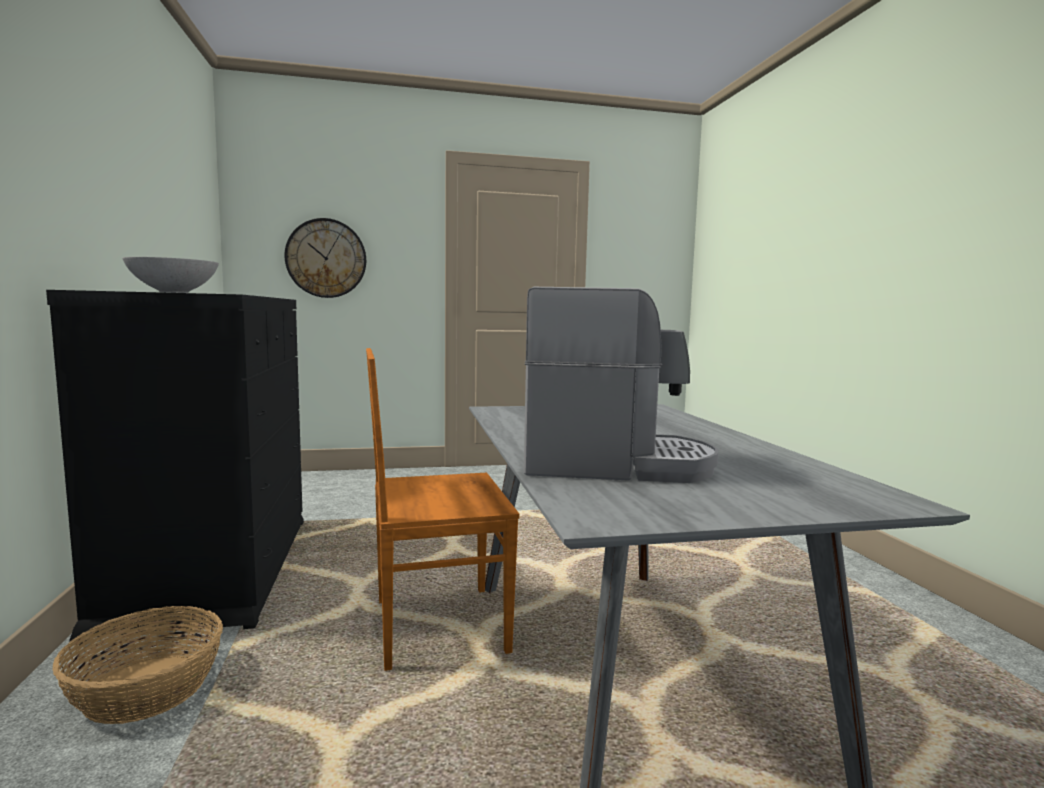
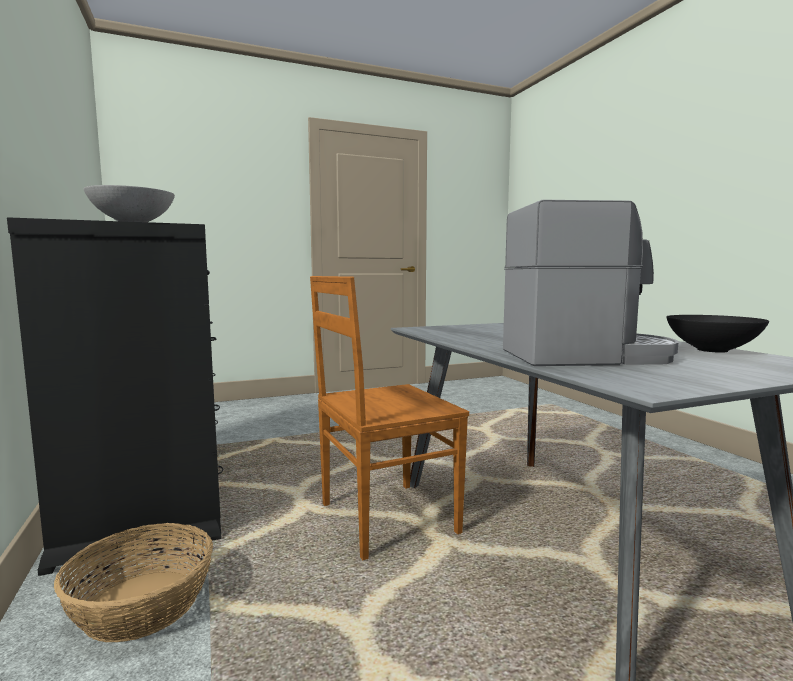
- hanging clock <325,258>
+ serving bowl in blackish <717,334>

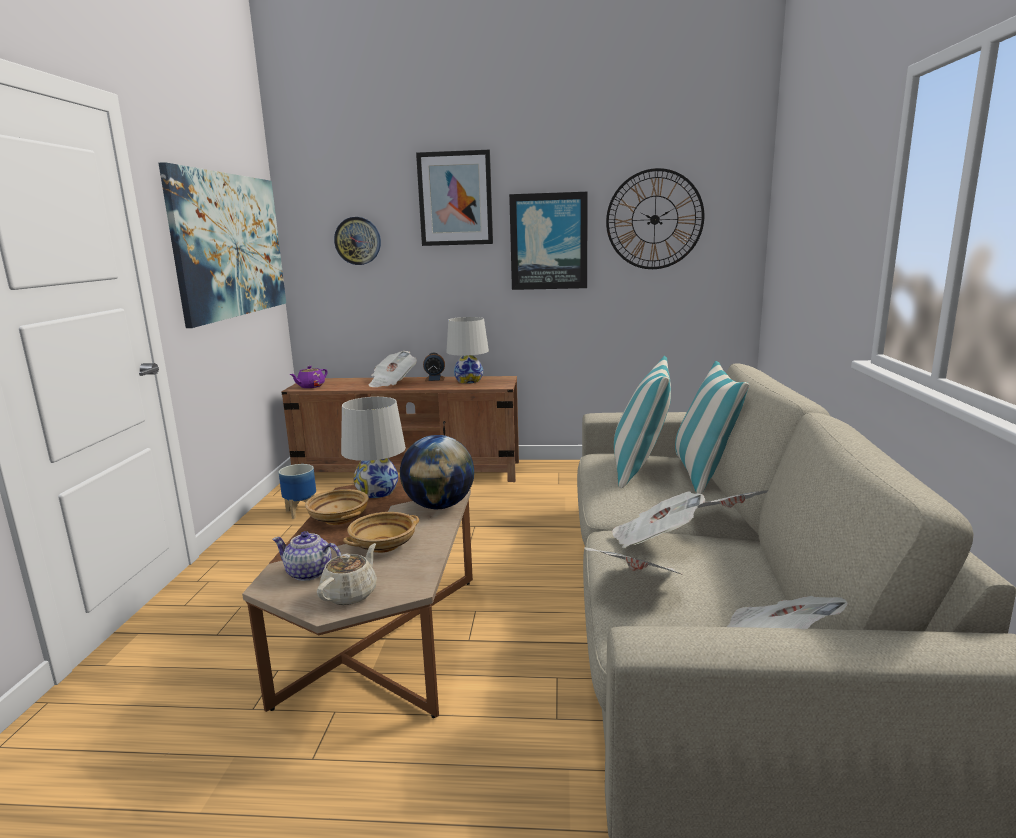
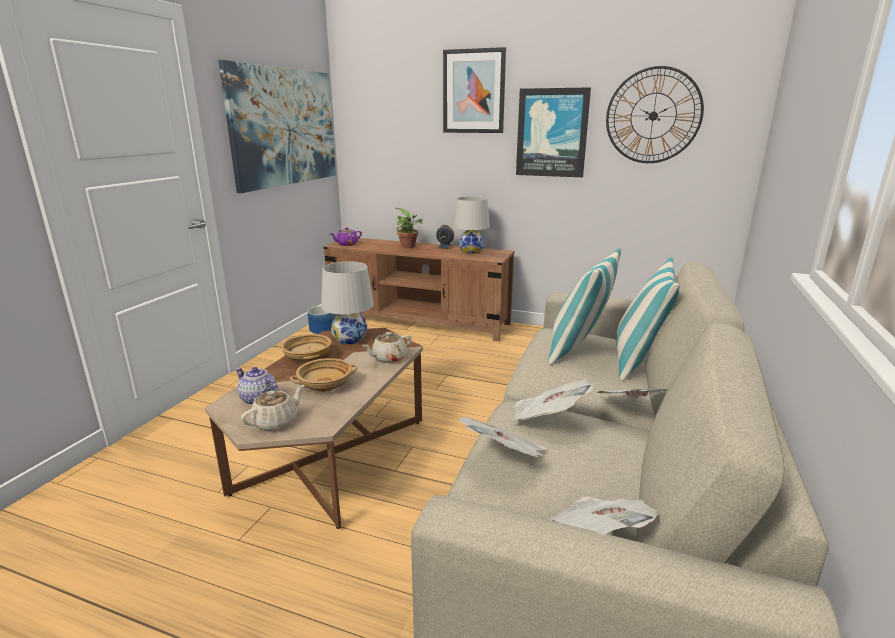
- hanging clock <357,241>
~ newspaper <393,369> to houseplant <409,228>
~ world globe <437,472> to teapot in sand-coloured <387,347>

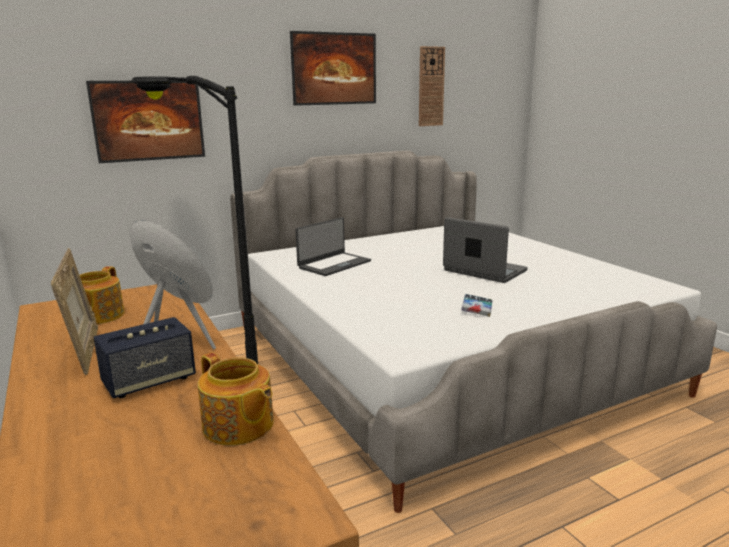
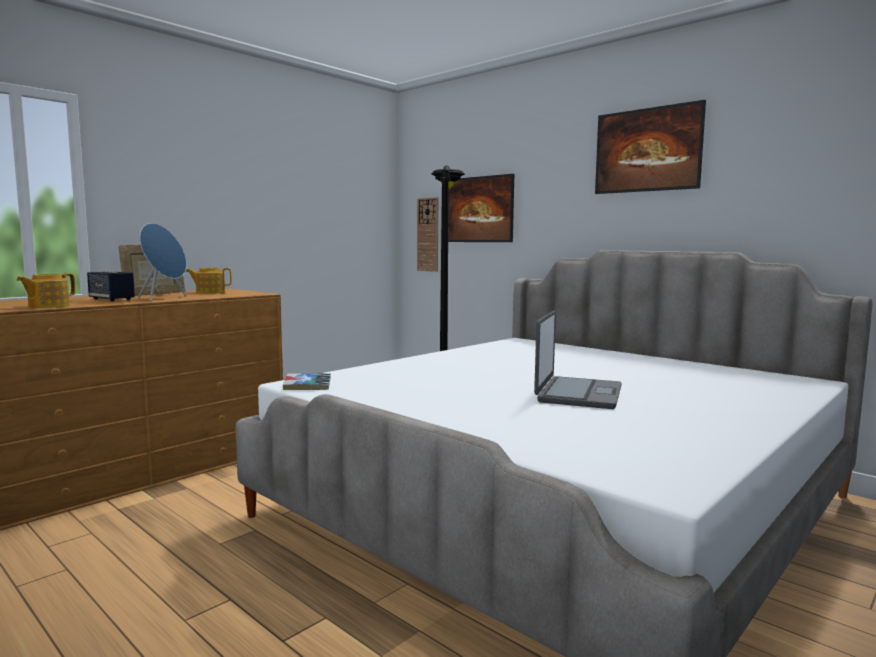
- laptop <333,246>
~ hanging clock <432,86> to <427,234>
~ book <477,305> to <307,381>

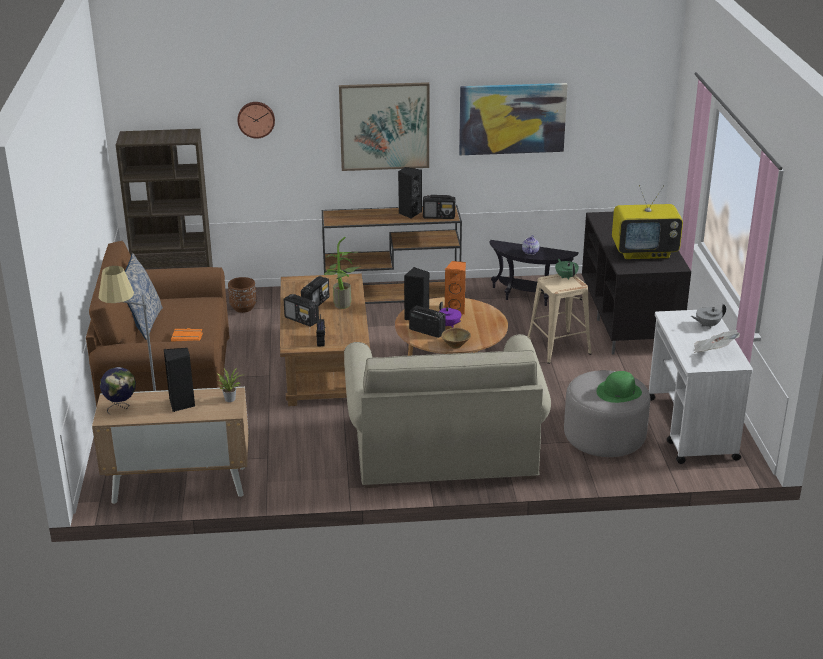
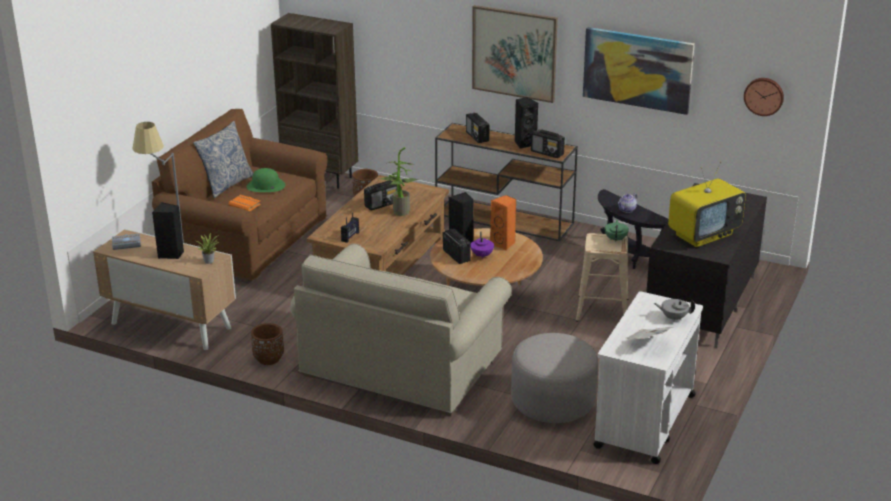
- serving bowl in brown <456,338>
+ plant pot in brown <267,344>
~ hanging clock <256,120> to <764,97>
~ radio <301,310> to <477,127>
~ clothing hat in greenish <619,387> to <266,180>
~ world globe <118,390> to book in grey <126,241>
~ TV set <647,222> = <707,204> 60 degrees counterclockwise

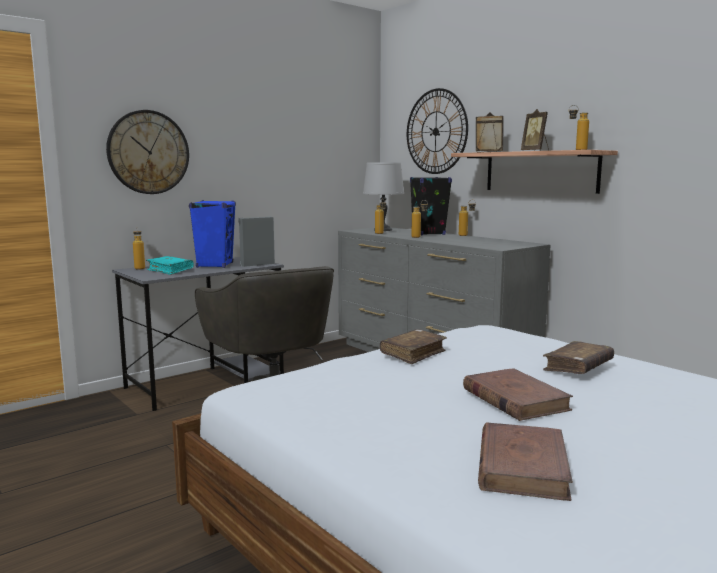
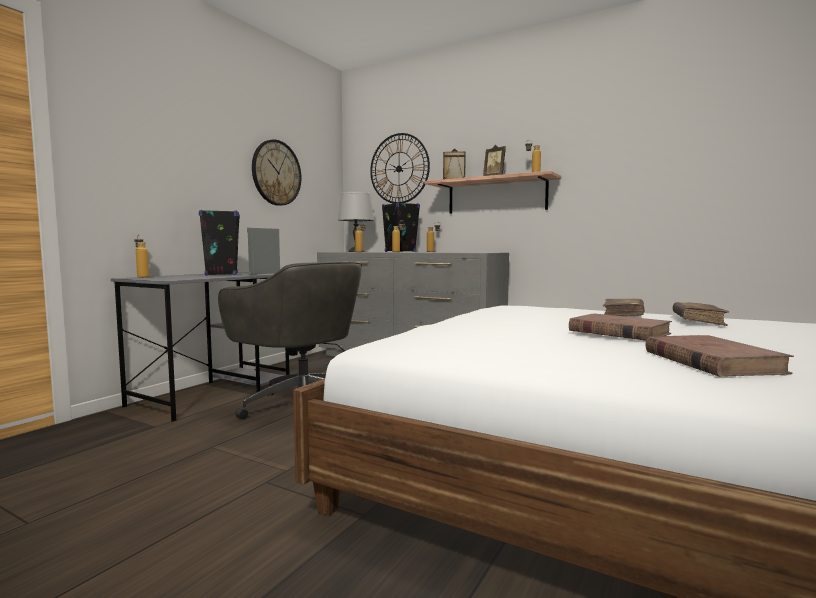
- book in turquoise <170,265>
~ hanging clock <147,152> to <276,173>
~ book in brown <413,346> to <701,314>
~ audio speaker in bluish <212,234> to audio speaker in blackish <219,243>

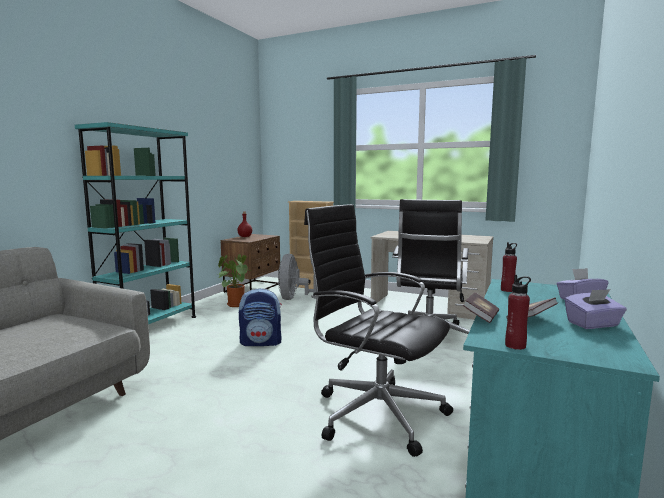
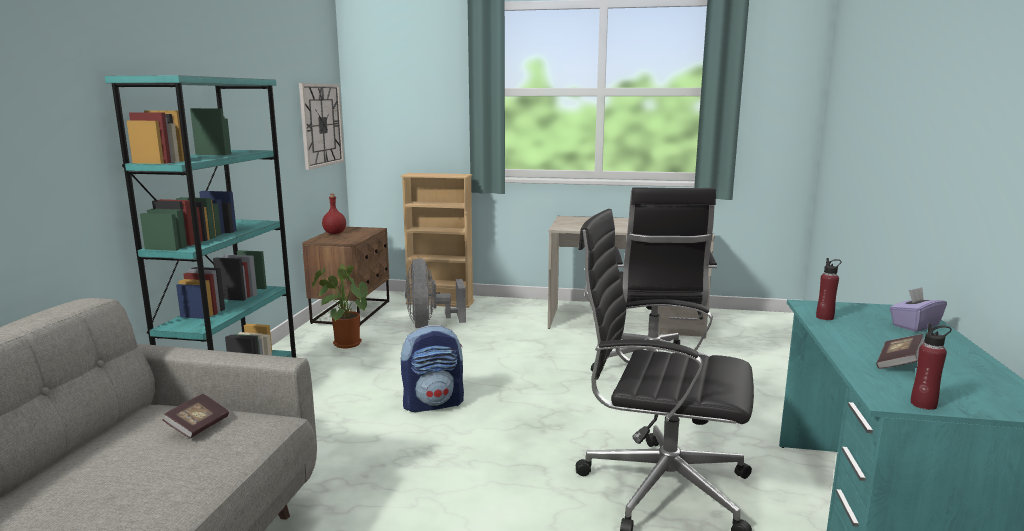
- tissue box in purplish <596,309>
+ hanging clock <321,126>
~ book <481,307> to <195,416>

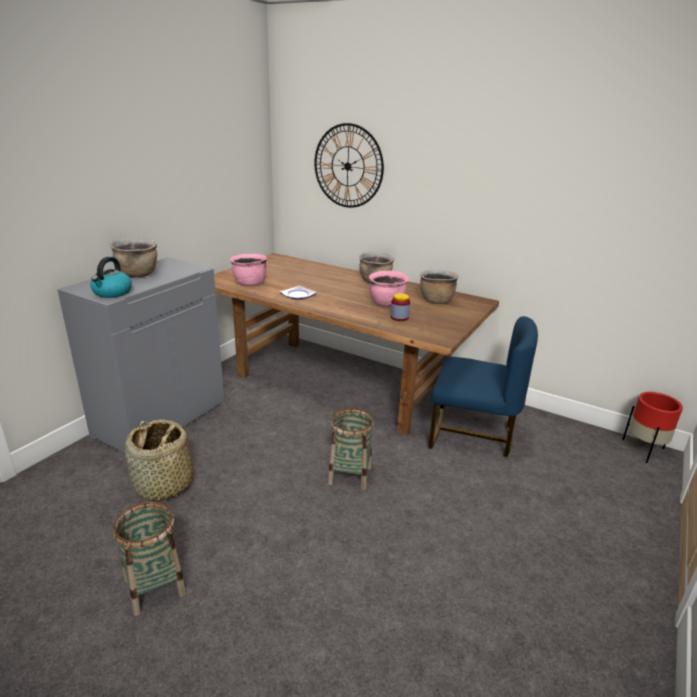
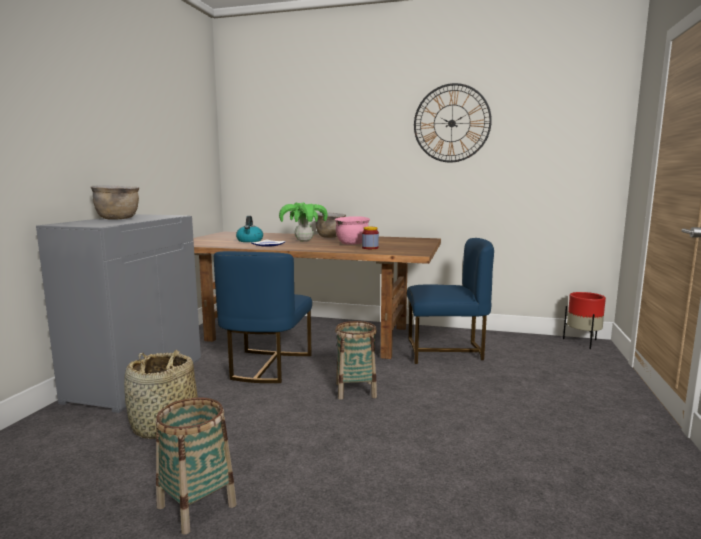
- saucepot in pinkish <248,270>
- saucepot in brown <439,287>
+ chair in bluish <263,317>
+ houseplant <303,222>
~ tea kettle <111,277> to <249,229>
~ hanging clock <349,165> to <453,123>

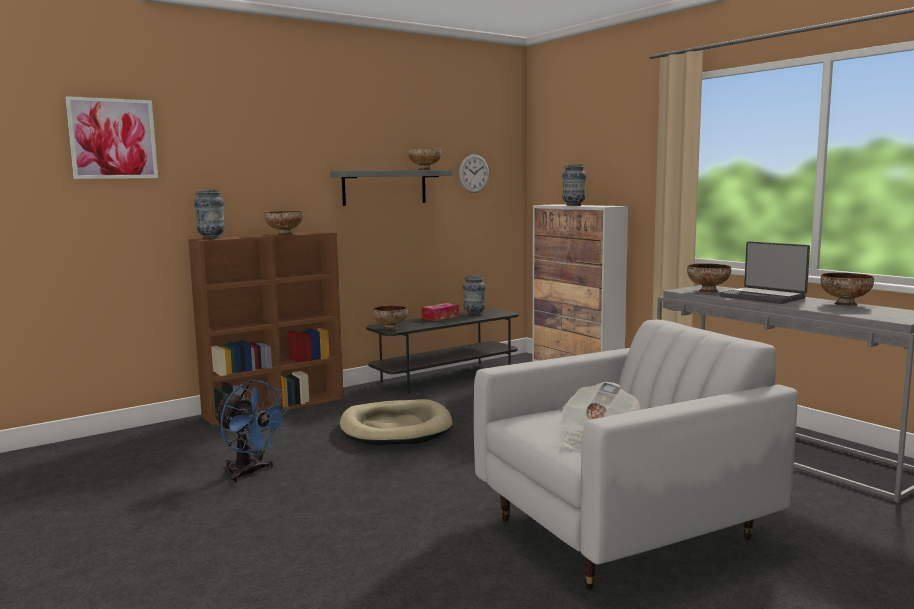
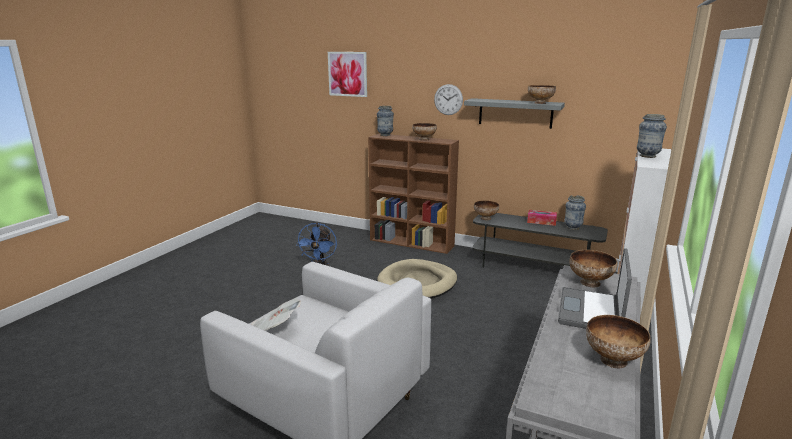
~ hanging clock <474,173> to <448,99>

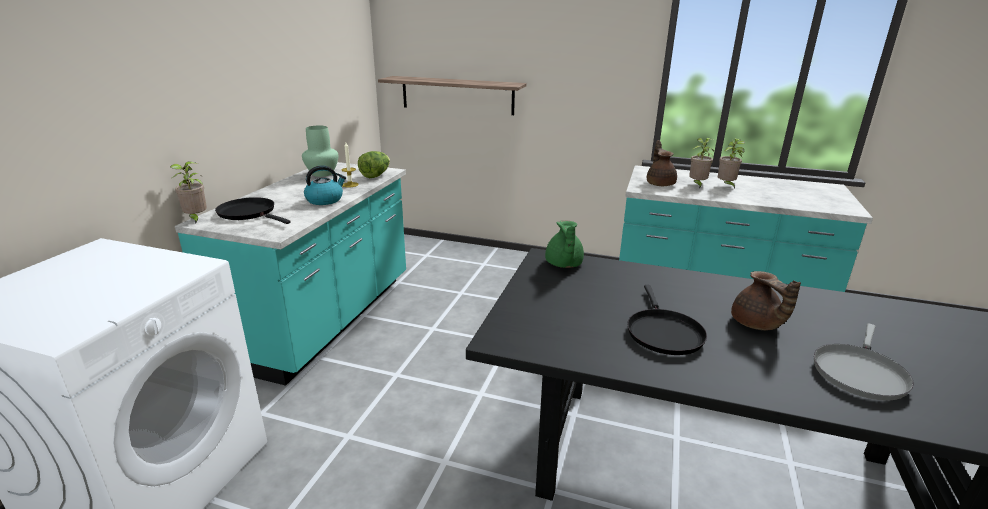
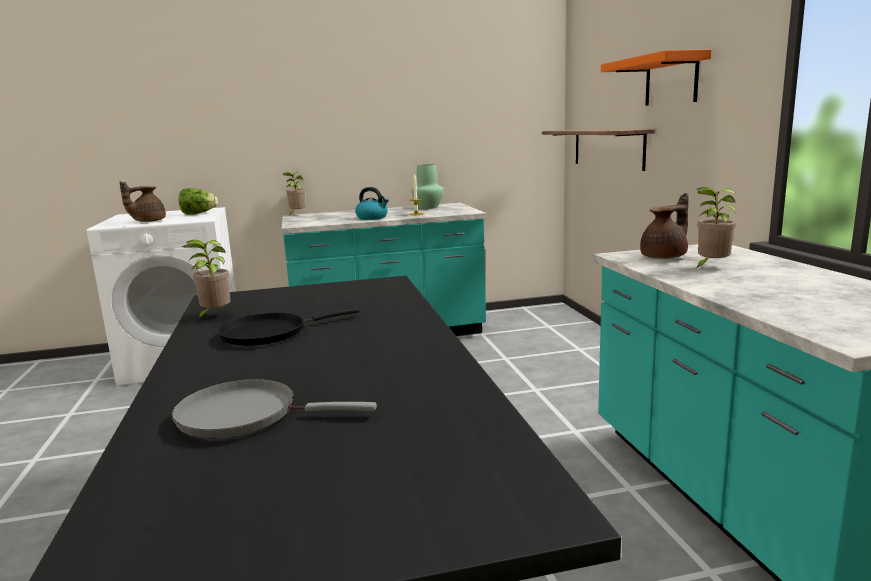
- pan in blackish <253,210>
- teapot in greenish <564,244>
+ shelf in orange-coloured <656,77>
~ head of lettuce <374,164> to <198,201>
~ houseplant <731,164> to <206,280>
~ teapot in brown <766,300> to <142,201>

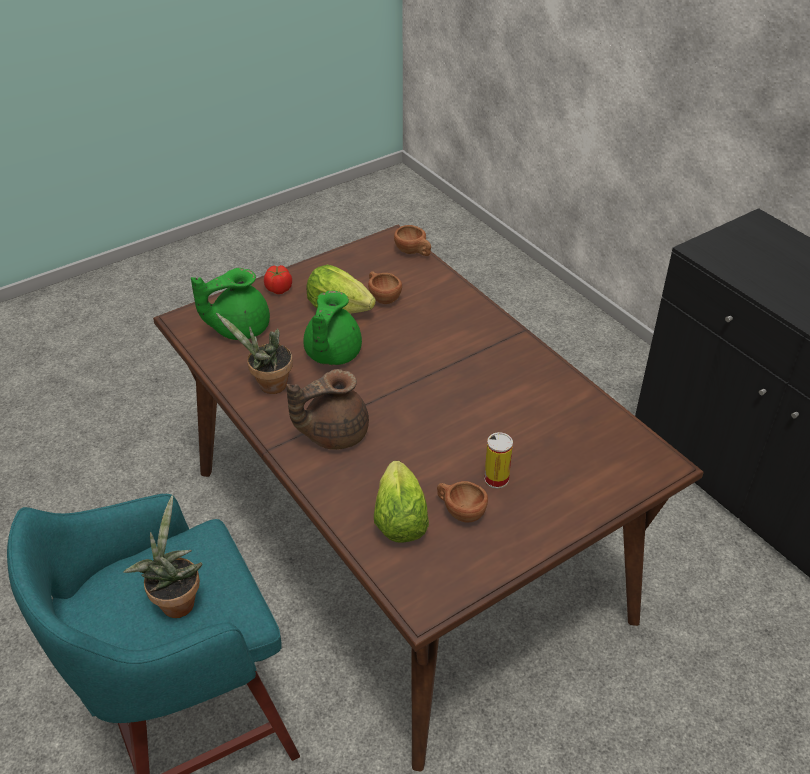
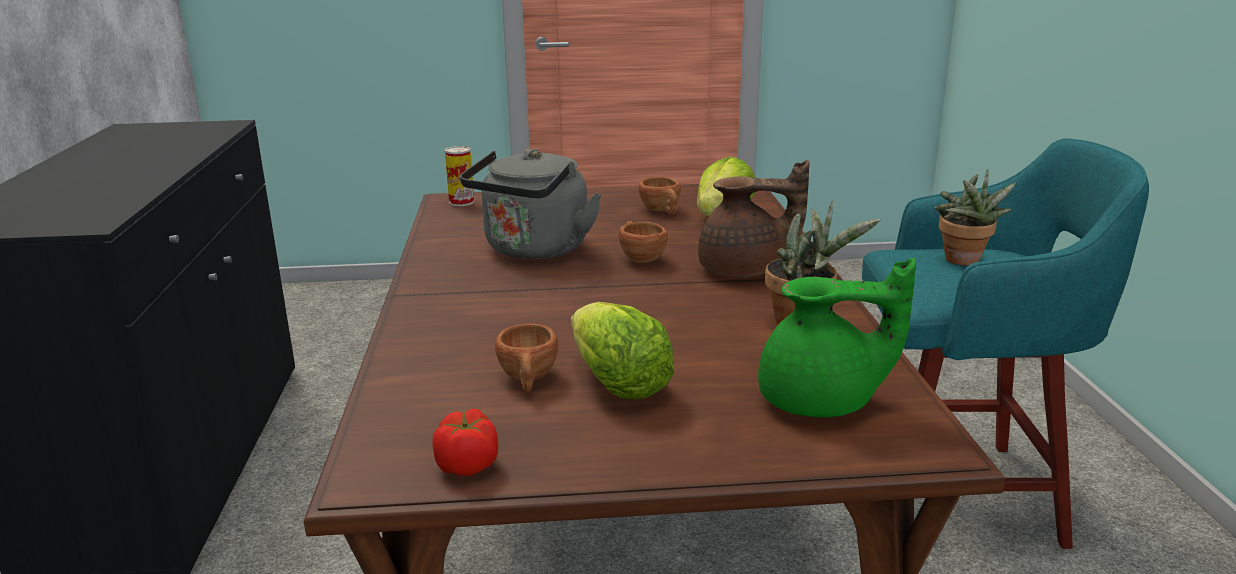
- teapot in greenish <332,328>
+ tea kettle in grey <530,204>
~ fresh tomato <278,279> to <465,442>
~ small cup in brown <412,240> to <643,242>
~ can <498,460> to <459,176>

